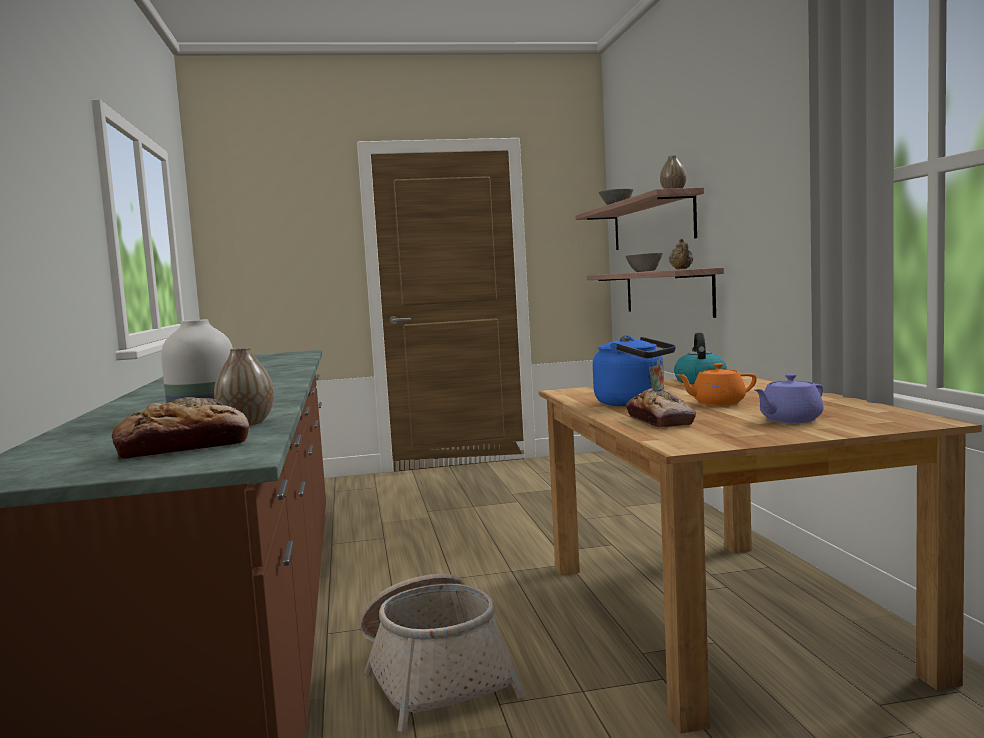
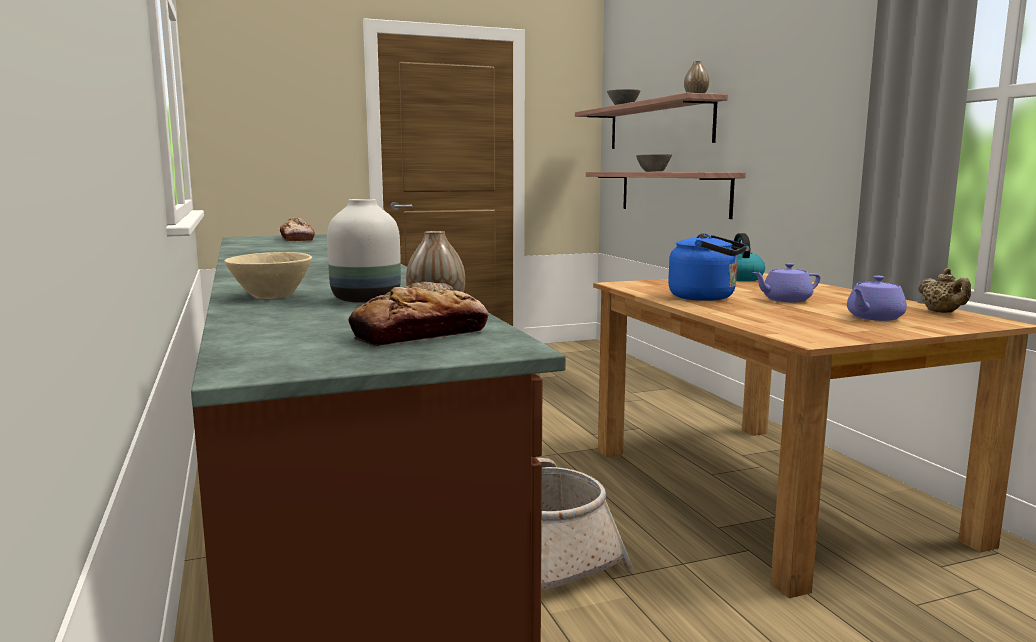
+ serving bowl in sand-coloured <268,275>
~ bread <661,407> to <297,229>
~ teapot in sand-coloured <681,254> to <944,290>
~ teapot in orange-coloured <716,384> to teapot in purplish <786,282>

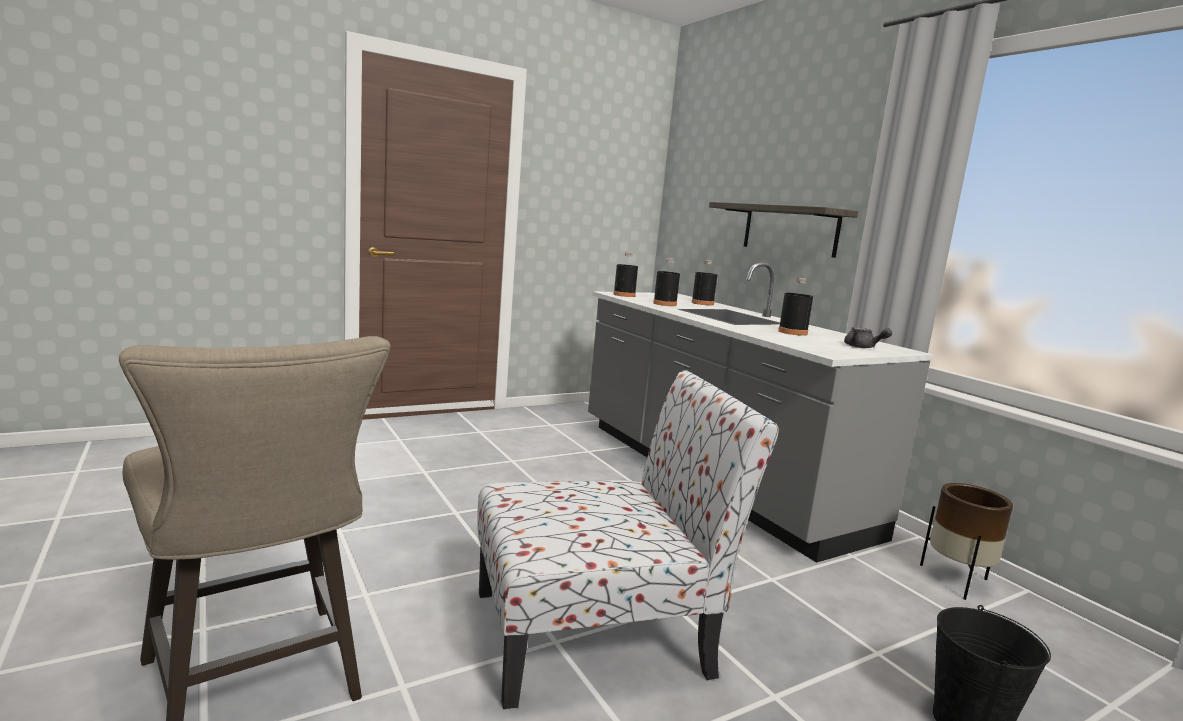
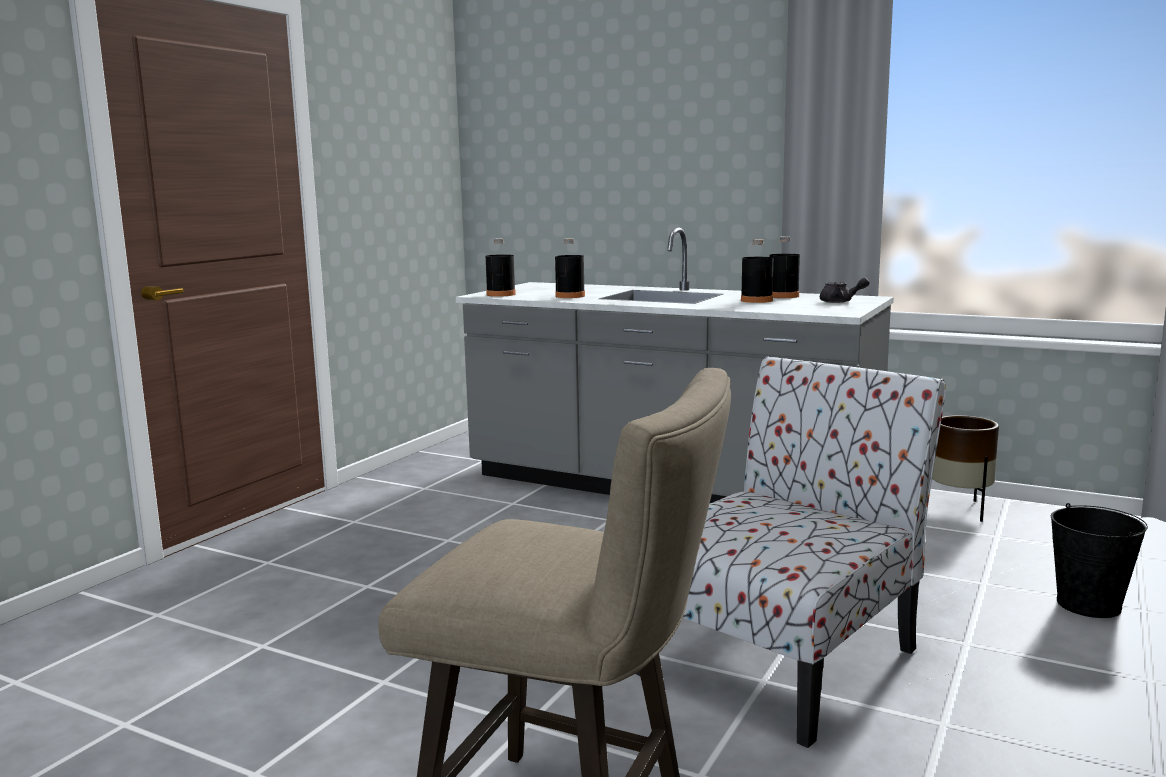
- shelf <783,230>
~ bottle in blackish <704,283> to <784,267>

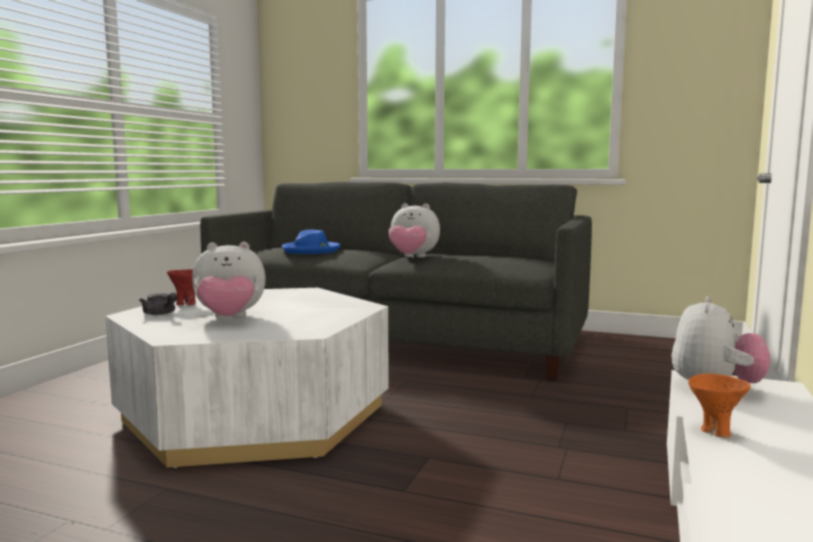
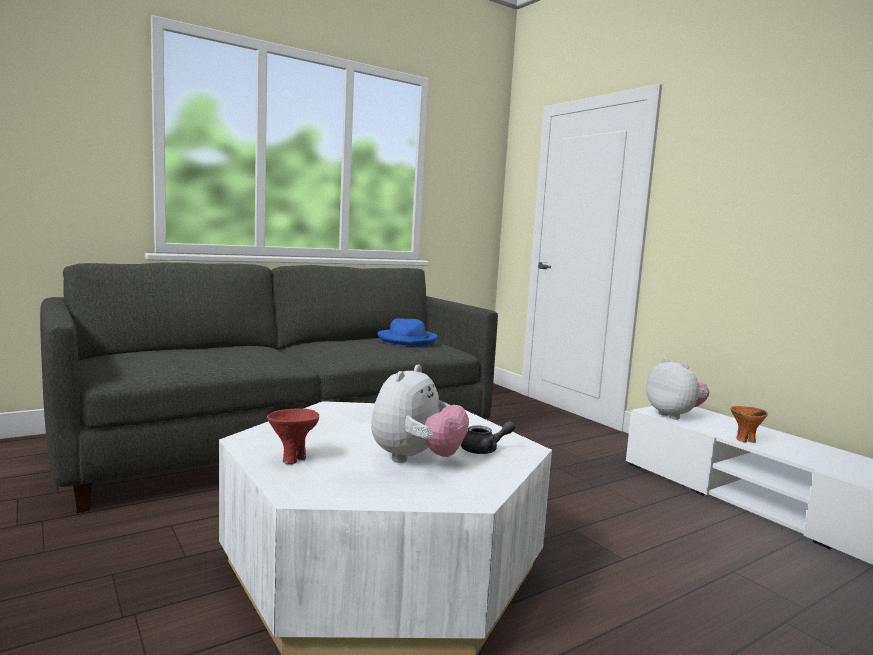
- soft toy <414,230>
~ teapot in grey <158,304> to <488,437>
~ clothing hat in bluish <311,241> to <408,332>

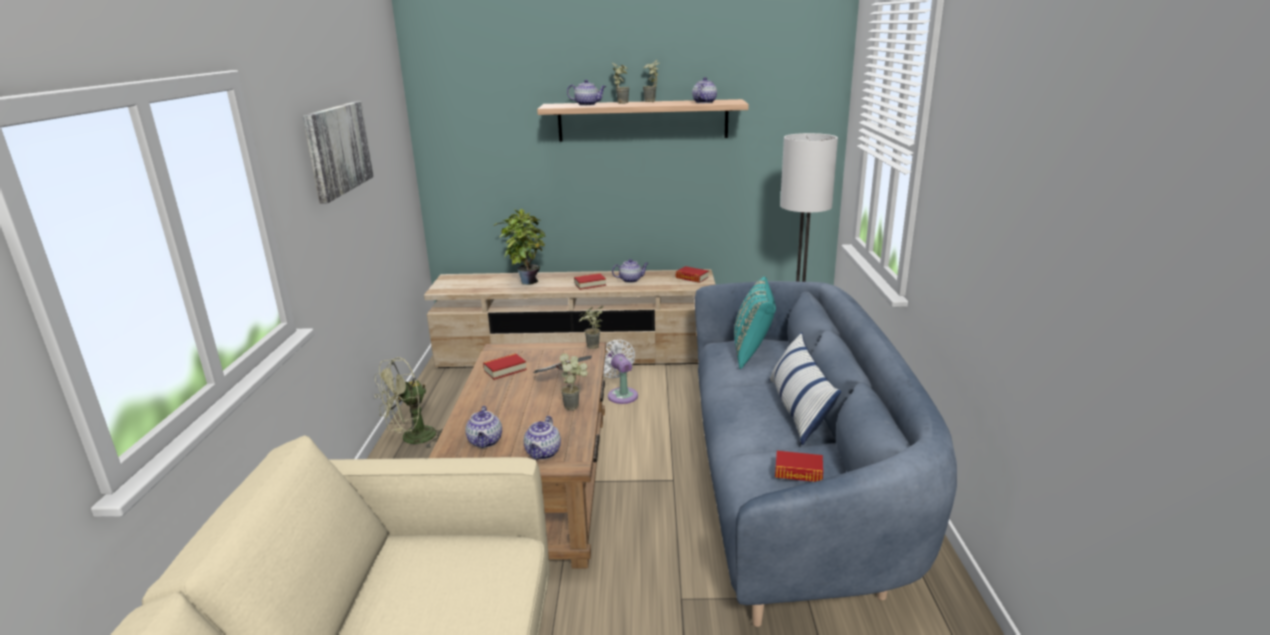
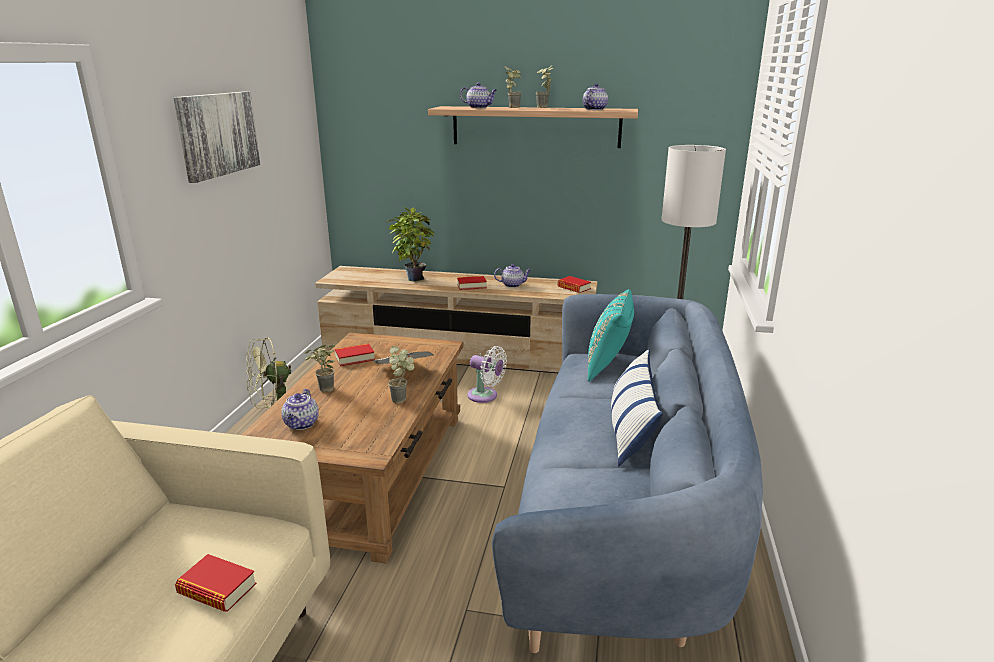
- teapot <542,437>
~ houseplant <591,327> to <320,368>
~ book <799,466> to <215,583>
~ fan in whitish <620,372> = <487,374> 135 degrees clockwise

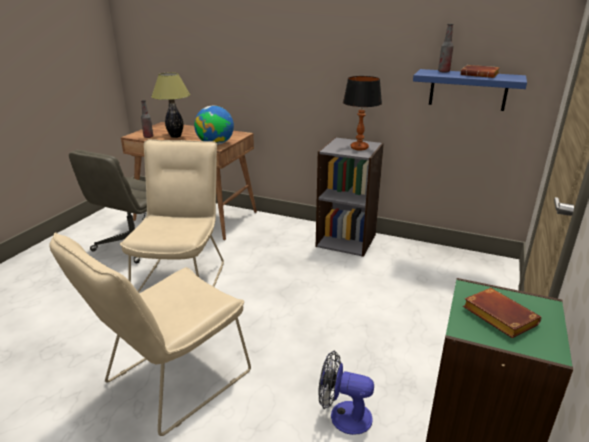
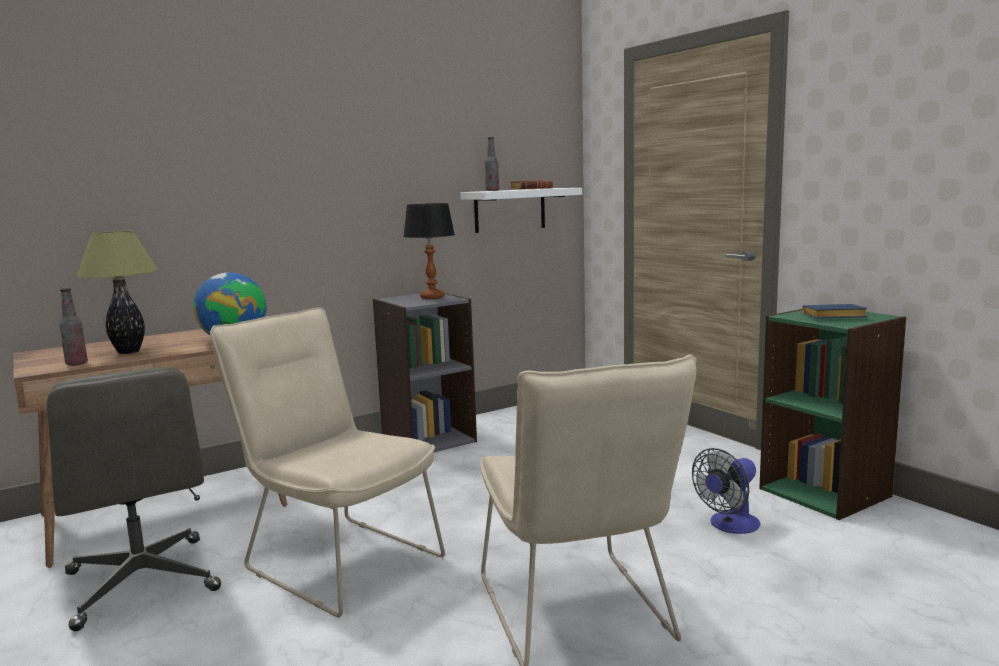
~ shelf in bluish <470,90> to shelf in whitish <521,210>
~ book in brown <502,313> to book in bluish <834,311>

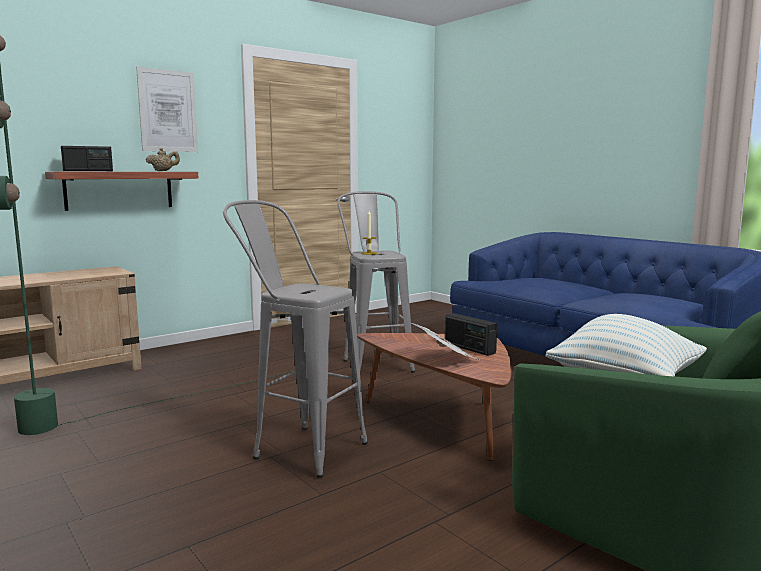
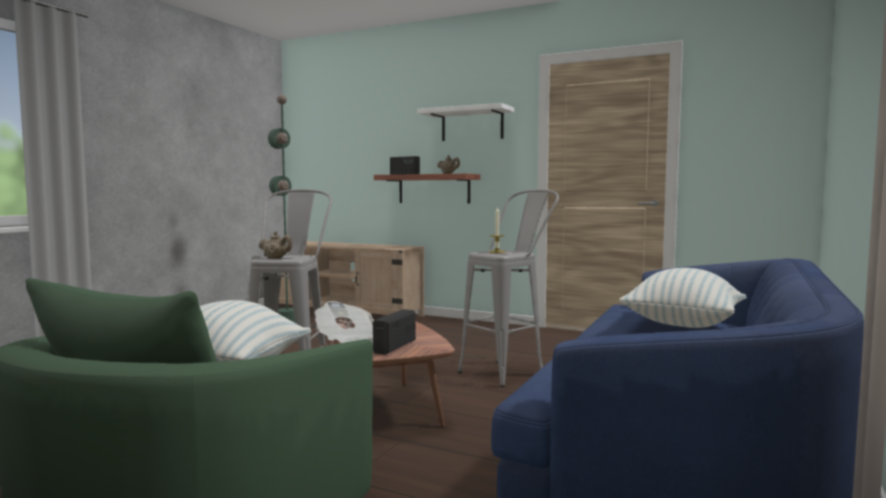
+ teapot in sand-coloured <275,245>
+ pillow <683,298>
~ wall picture <167,109> to shelf in whitish <465,122>

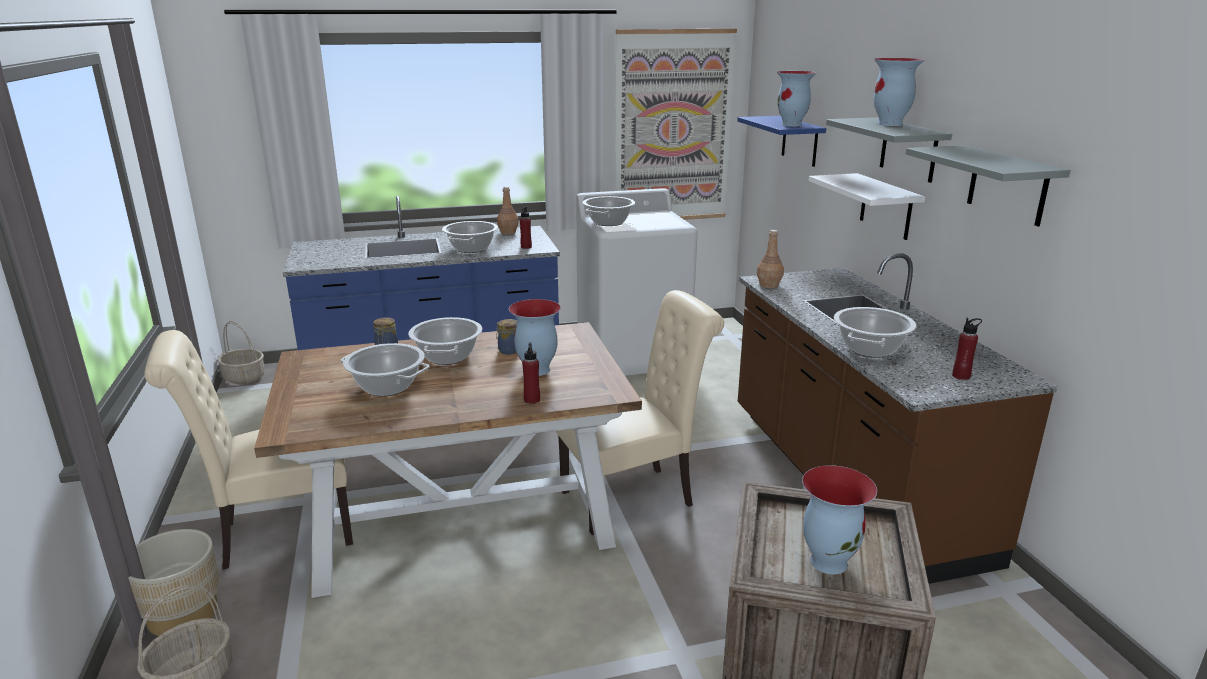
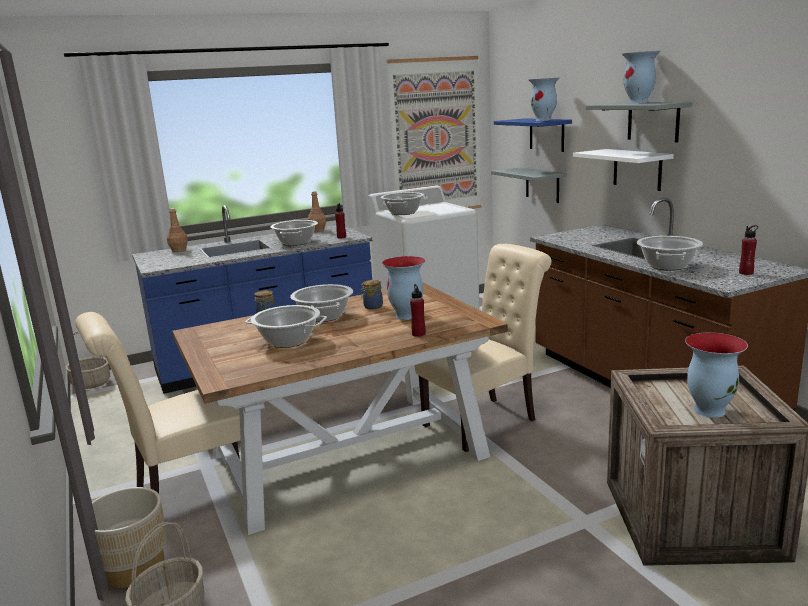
~ bottle in brown <770,259> to <177,230>
~ shelf in grey <988,185> to <529,185>

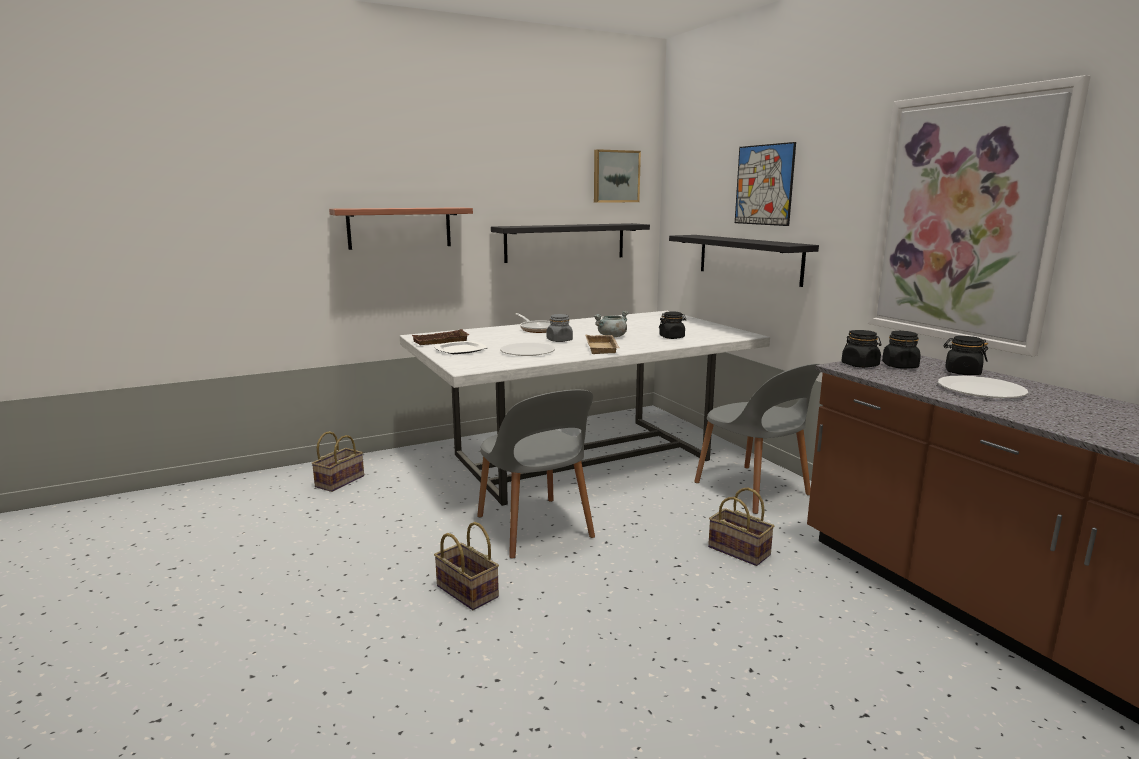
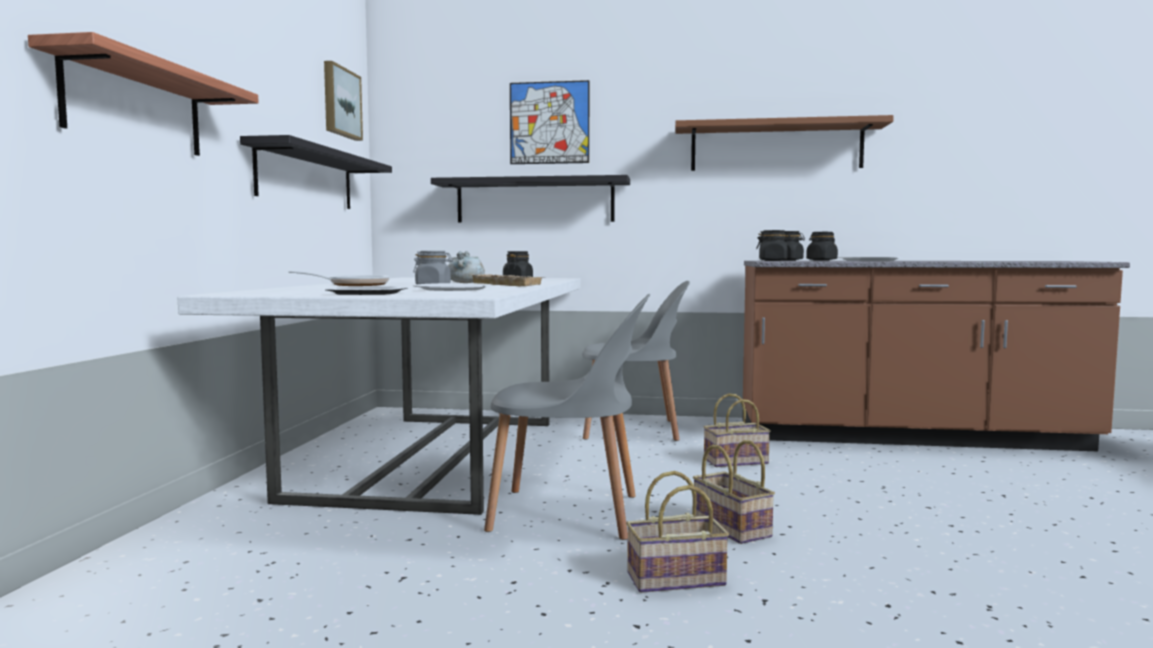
- tray in brown <440,337>
~ storage basket <337,461> to <734,492>
~ wall picture <979,215> to shelf in brown <784,143>

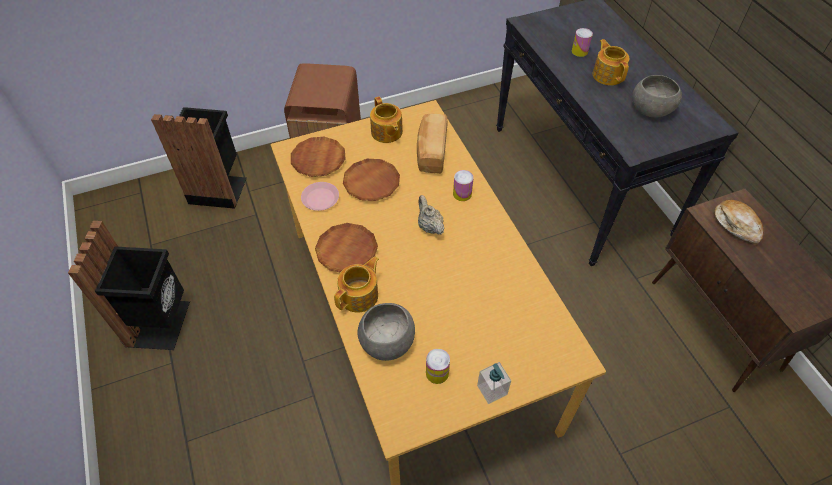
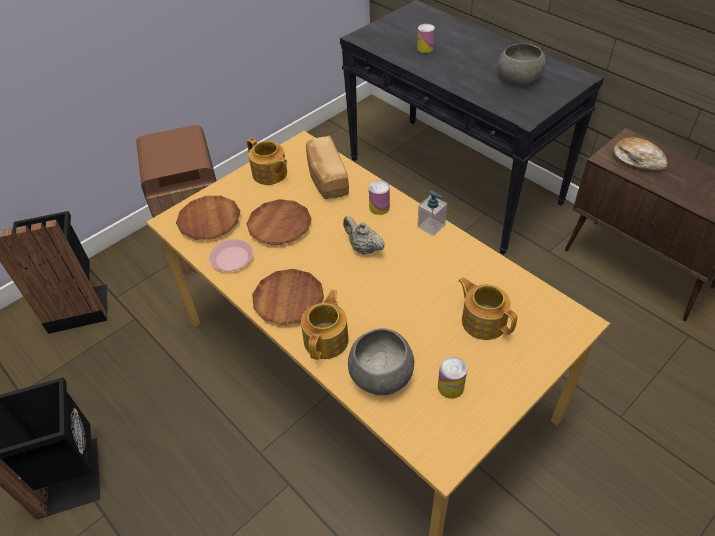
~ liquid soap bottle <494,383> to <432,213>
~ teapot <611,62> to <487,308>

